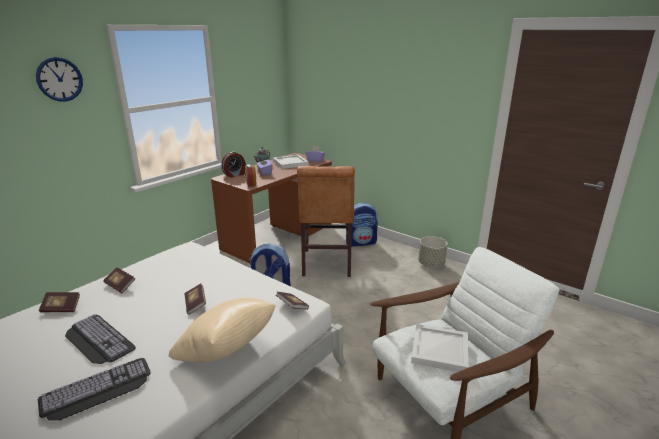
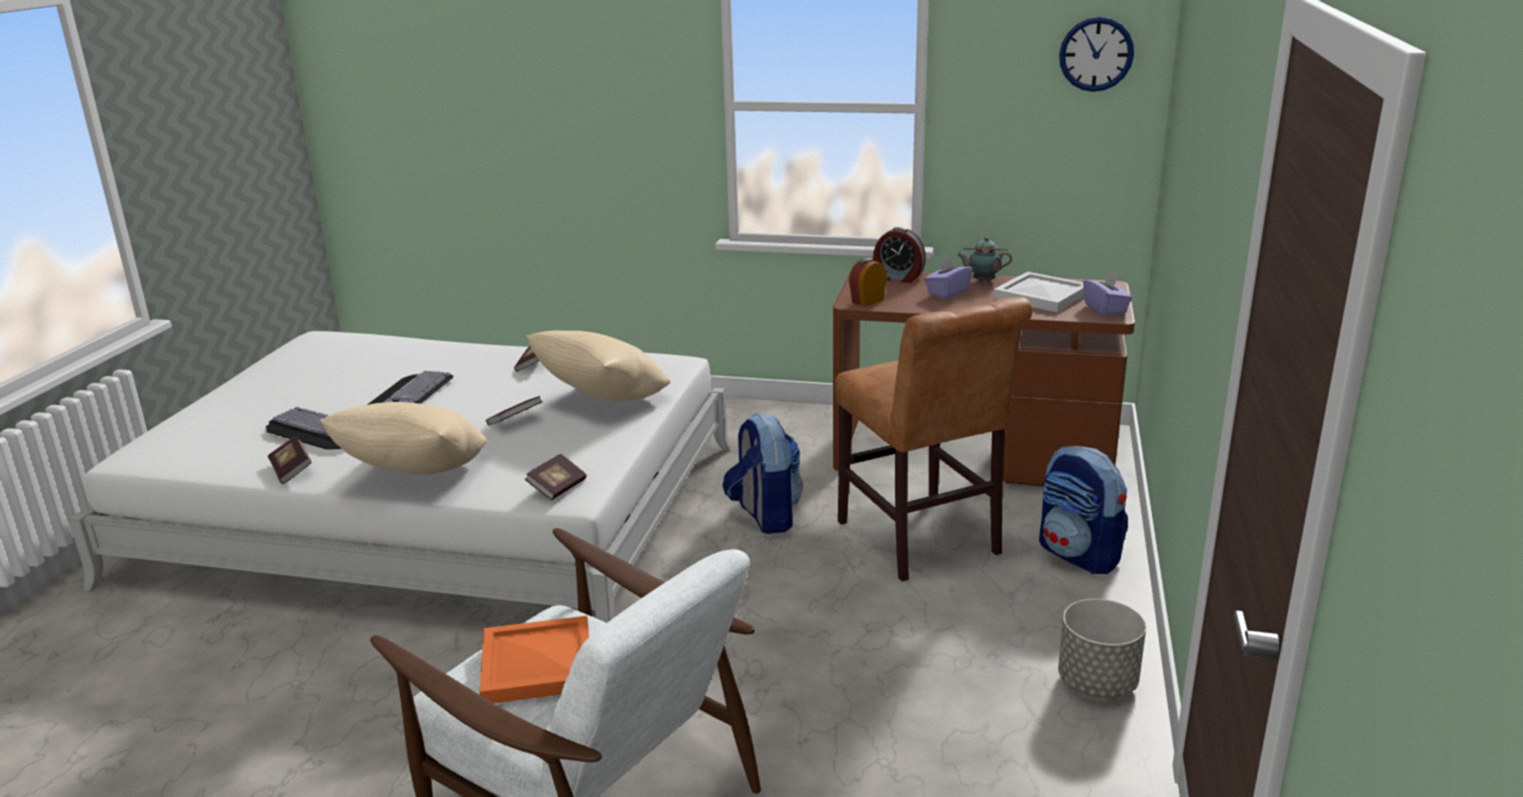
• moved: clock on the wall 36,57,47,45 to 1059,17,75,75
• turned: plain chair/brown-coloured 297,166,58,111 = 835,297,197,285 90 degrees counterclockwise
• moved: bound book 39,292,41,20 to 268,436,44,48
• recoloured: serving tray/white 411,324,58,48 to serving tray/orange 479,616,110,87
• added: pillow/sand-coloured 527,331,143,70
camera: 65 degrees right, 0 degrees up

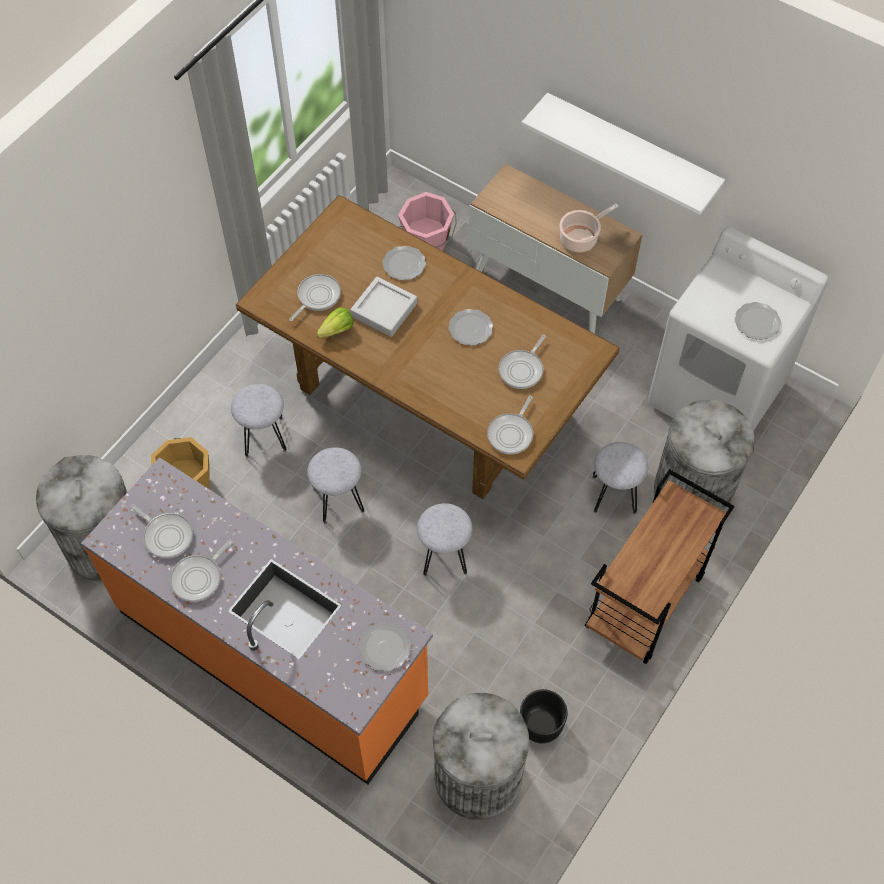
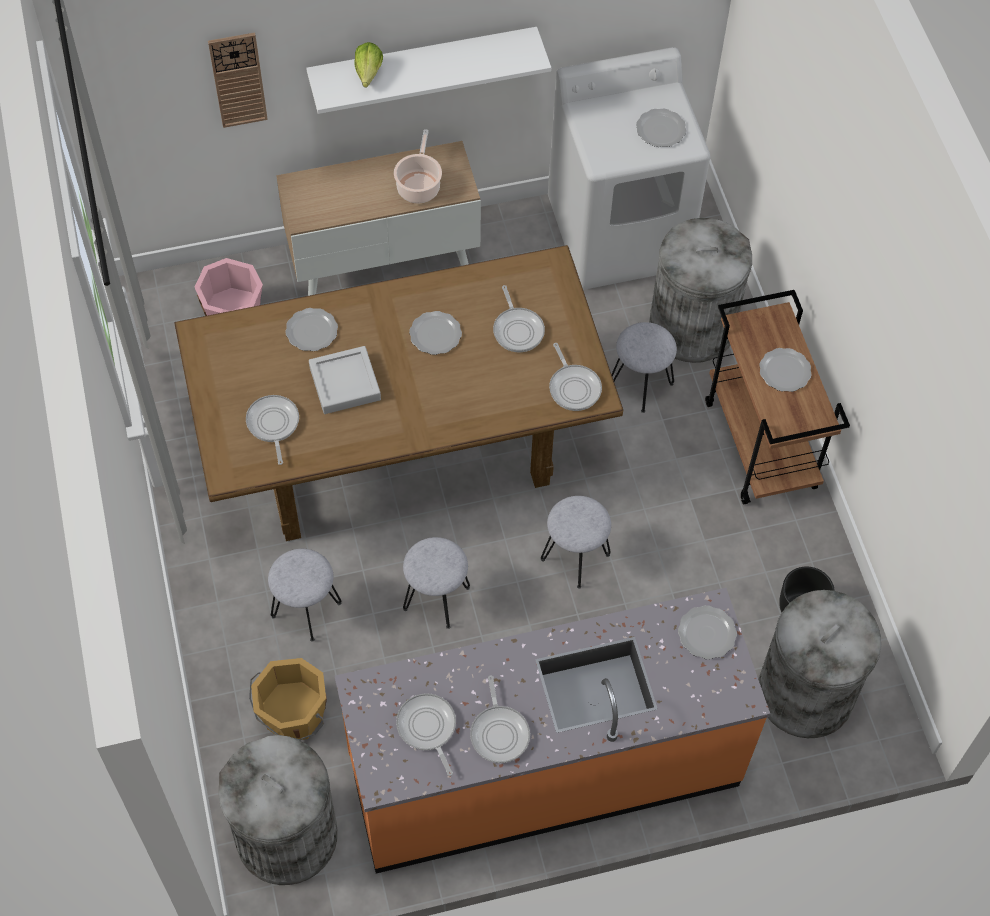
• moved: lettuce 316,307,38,31 to 355,42,28,46
• turned: frying pan 131,504,62,54 = 396,693,60,83 105 degrees counterclockwise
• added: clock on the wall 208,33,60,95
• added: flat dish 759,348,53,44
camera: 50 degrees left, 0 degrees up

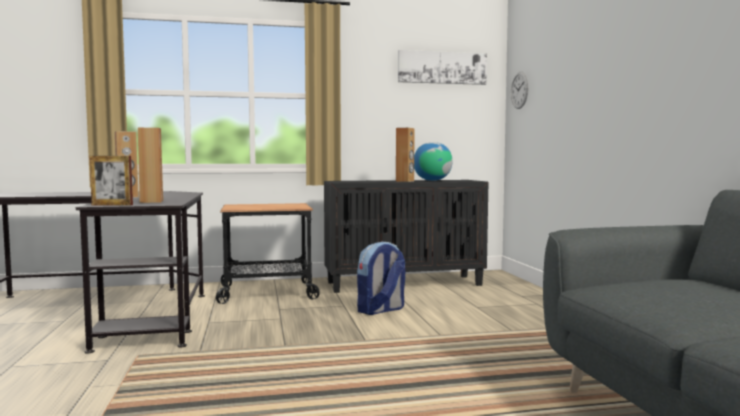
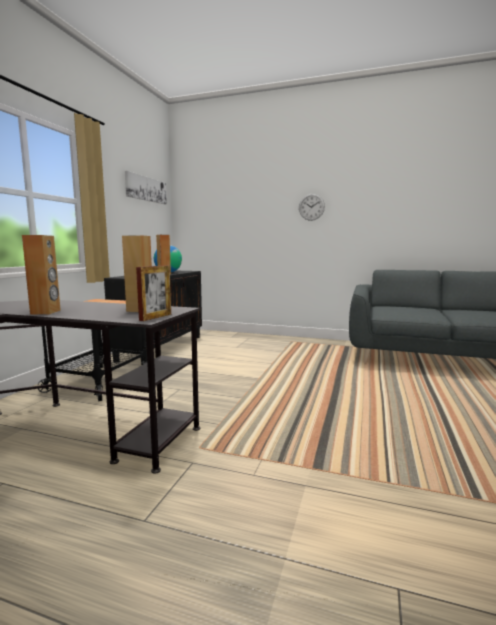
• moved: clock on the wall 511,72,18,37 to 299,194,26,27
• removed: rucksack 357,242,48,73
camera: 60 degrees left, 5 degrees up

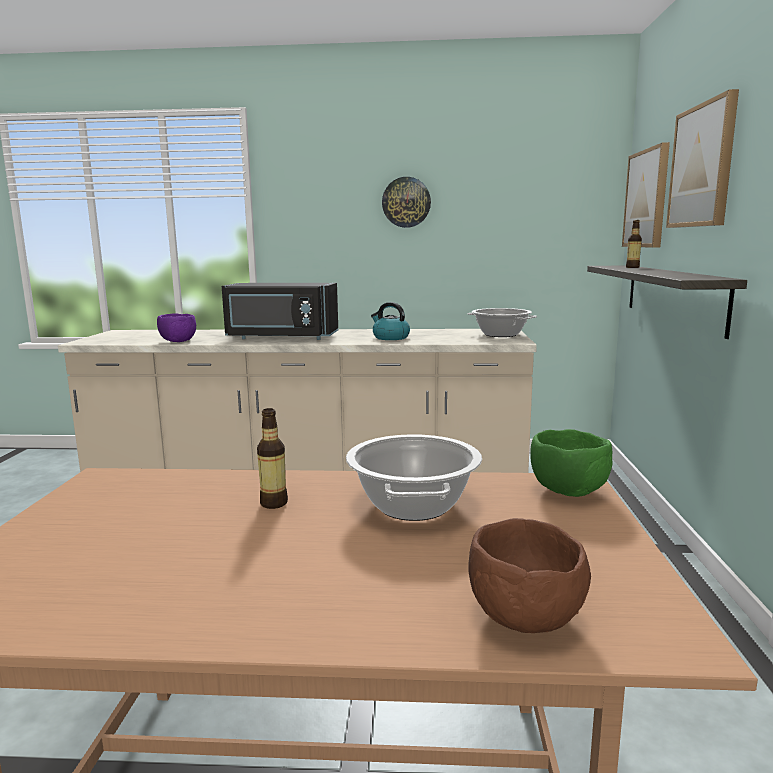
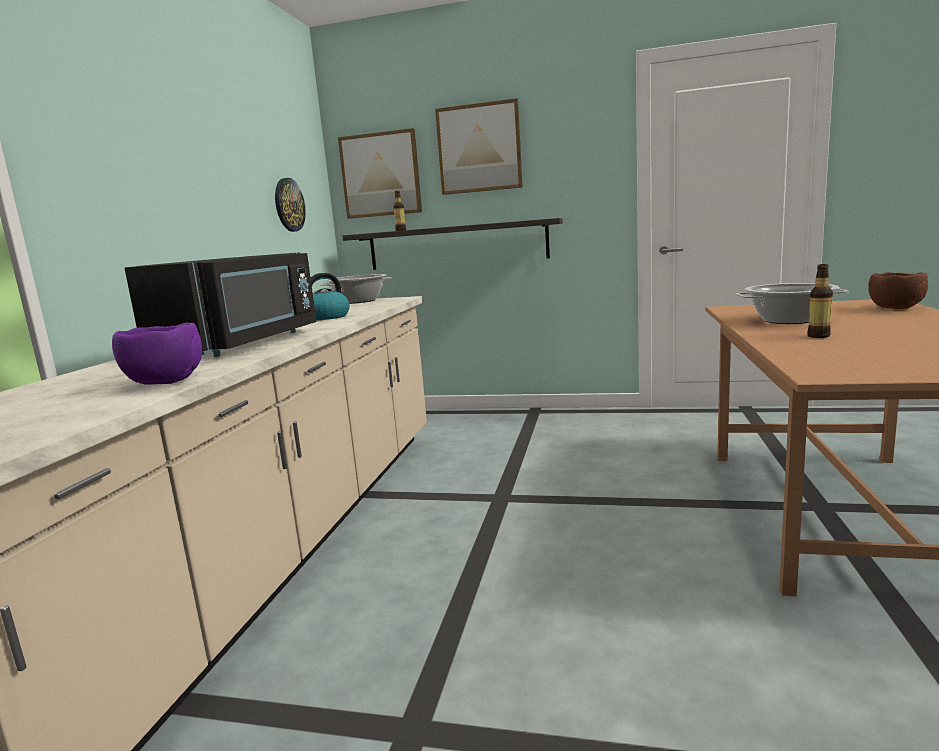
• moved: clock on the wall 382,177,49,51 to 275,178,31,54
• removed: serving bowl/green 530,429,83,68
camera: 80 degrees left, 0 degrees up

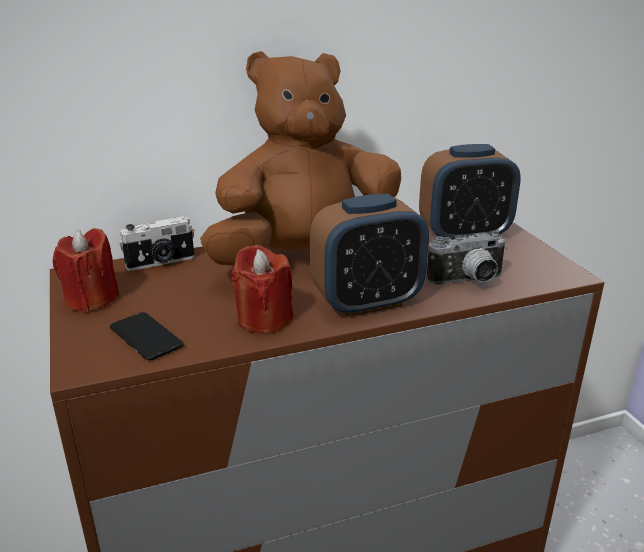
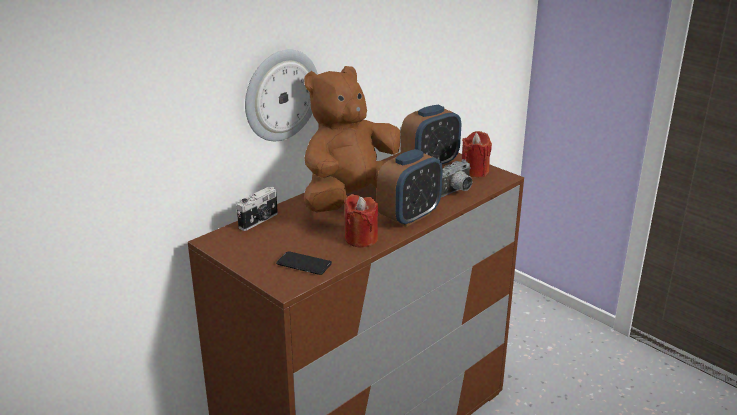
• moved: wax candle/red-coloured 53,228,66,84 to 462,131,30,46
• added: clock on the wall 245,49,73,92
camera: 25 degrees left, 0 degrees up

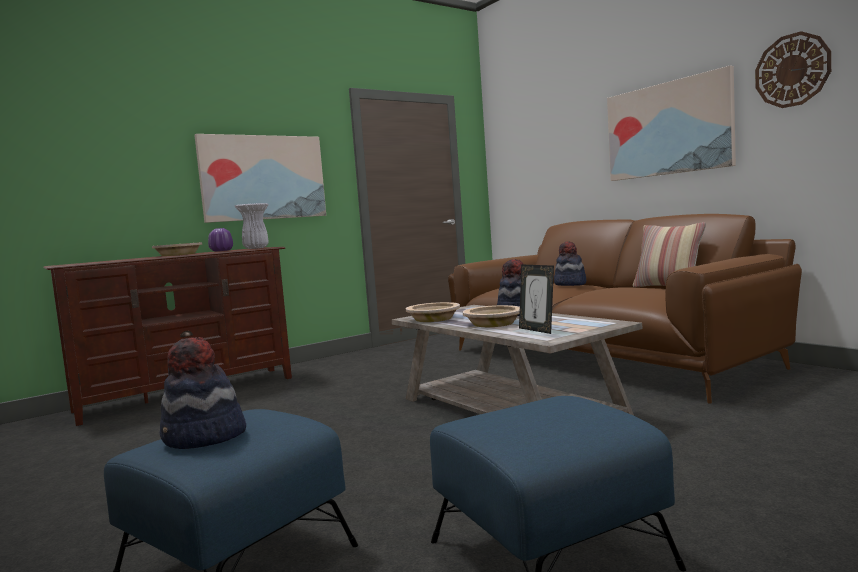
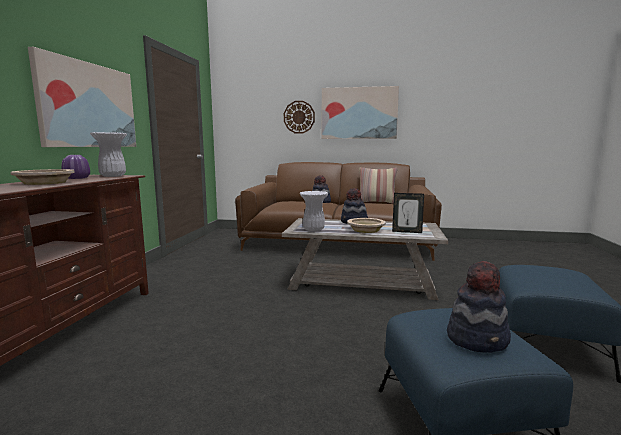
• moved: clock on the wall 755,31,76,77 to 284,101,31,33
• replaced: serving bowl/sand-coloured 406,302,54,20 to decorative vase/white 300,191,28,40
camera: 45 degrees left, 5 degrees up

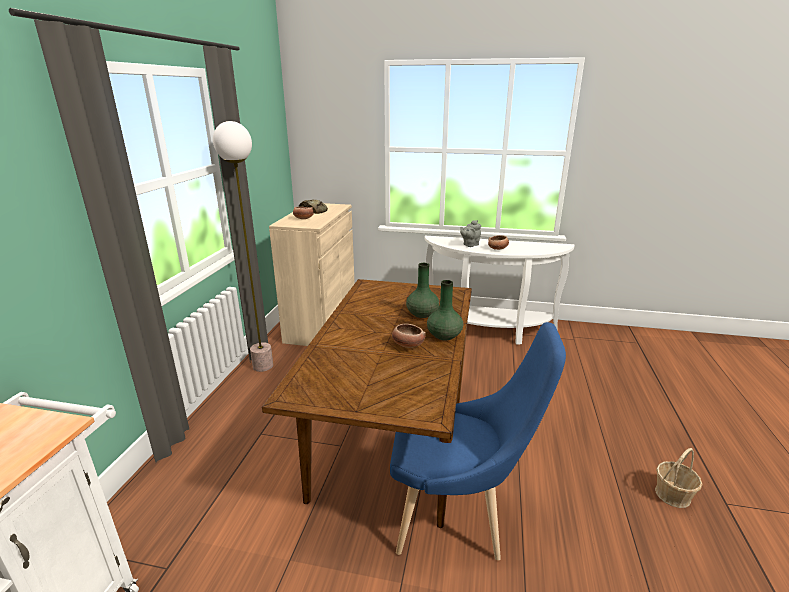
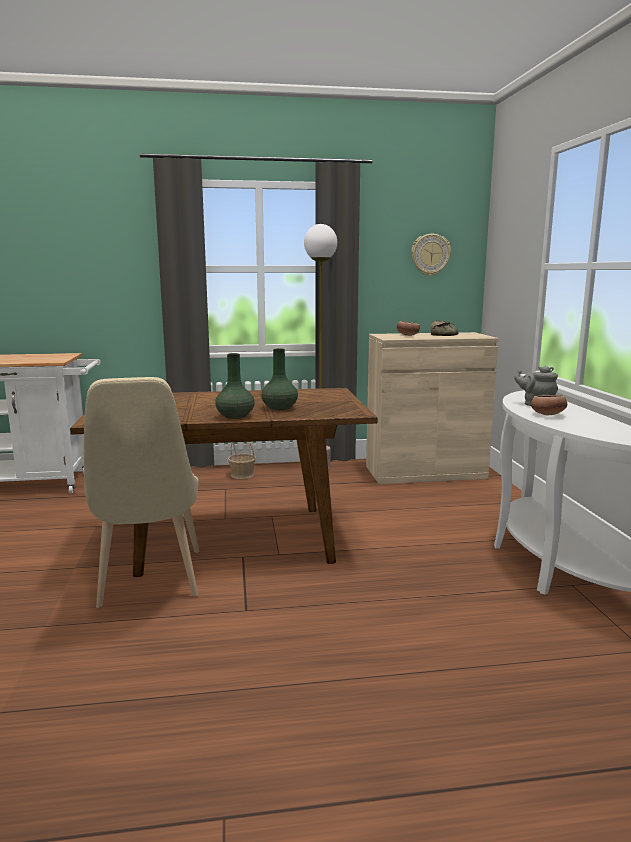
• recoloured: plain chair/blue-coloured 390,322,176,239 to plain chair/sand-coloured 84,377,115,231
• removed: serving bowl 392,324,34,24
• moved: storage basket 655,448,47,60 to 228,442,28,37
• added: clock on the wall 411,234,40,42
camera: 70 degrees right, 10 degrees down

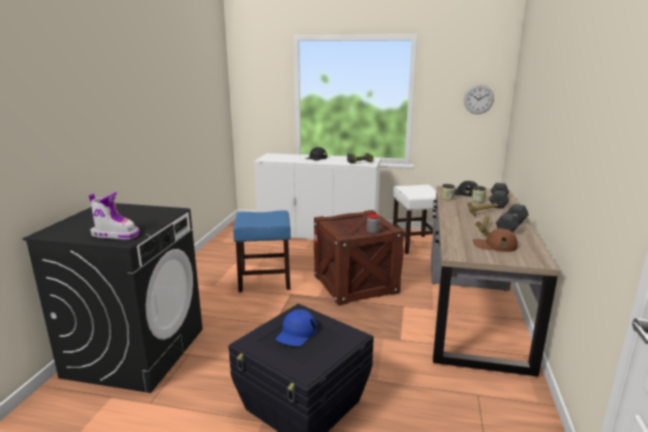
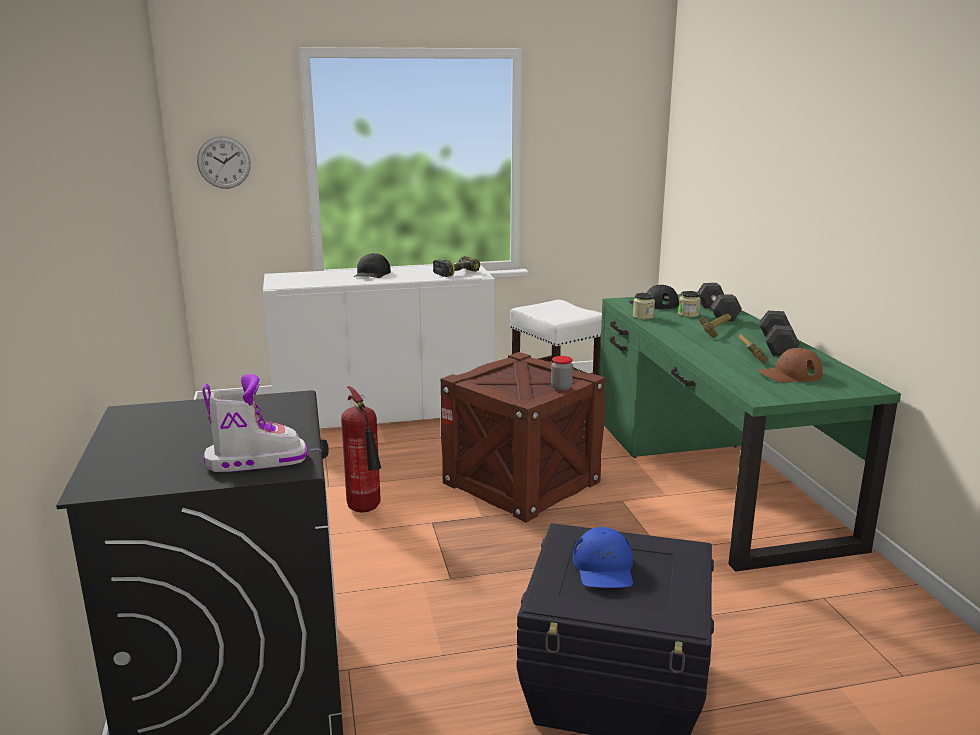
• moved: clock on the wall 464,85,30,29 to 197,136,54,53
• recoloured: desk unit/brown-coloured 431,186,129,191 to desk unit/green 599,294,302,278
• replaced: stool seat/blue-coloured 233,210,58,82 to fire-fighting cylinder 341,386,40,127
camera: 25 degrees left, 0 degrees up

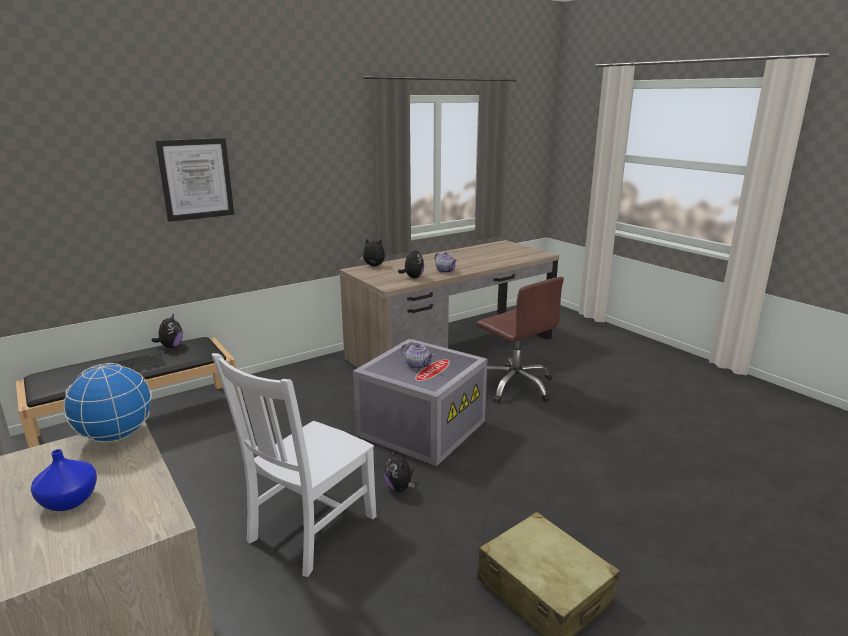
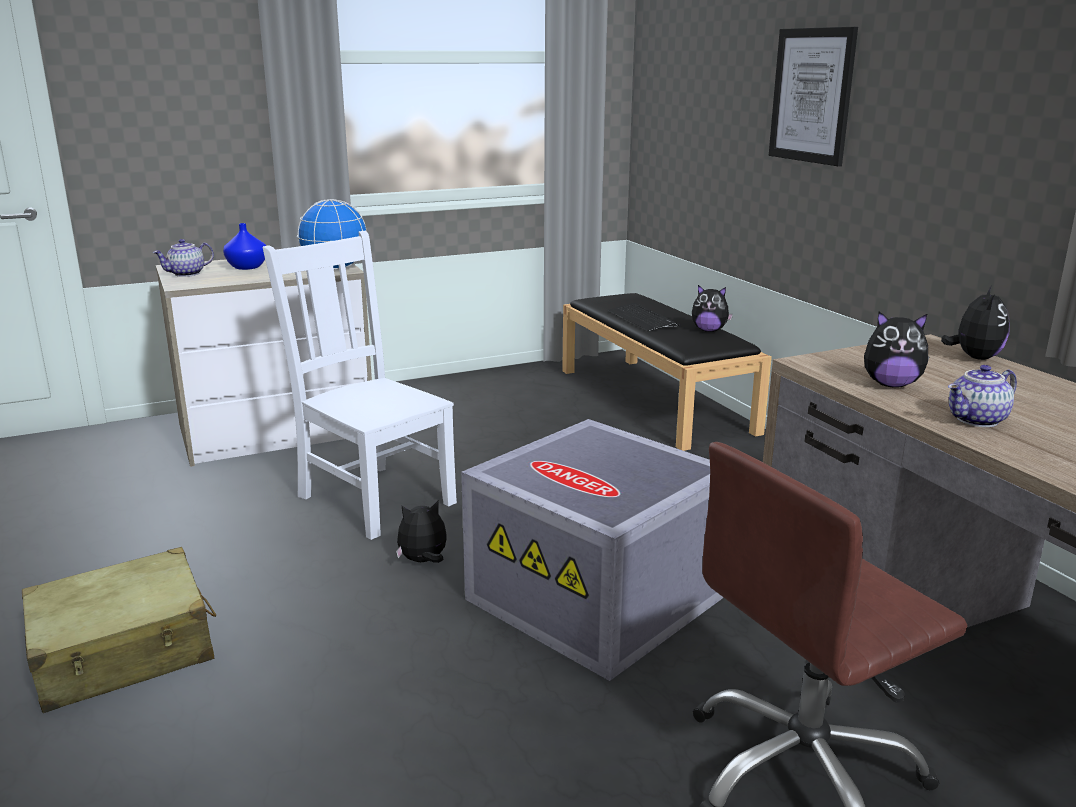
• moved: pot for tea 401,343,33,26 to 153,239,61,38
camera: 100 degrees right, 0 degrees up

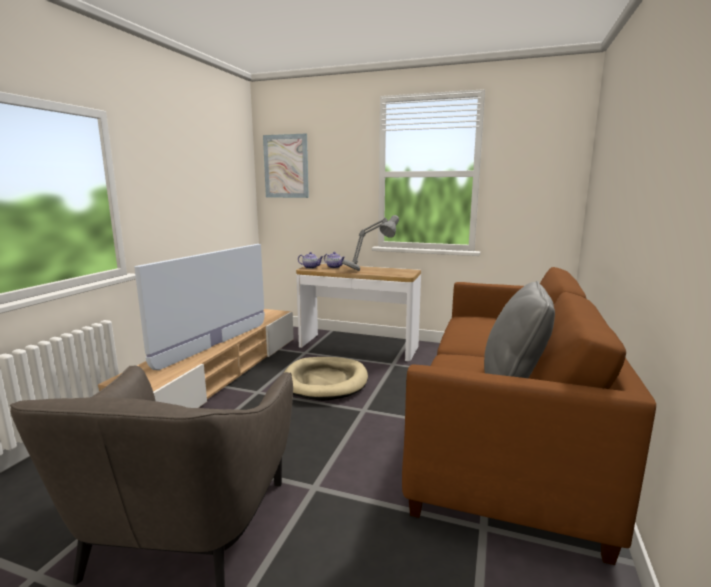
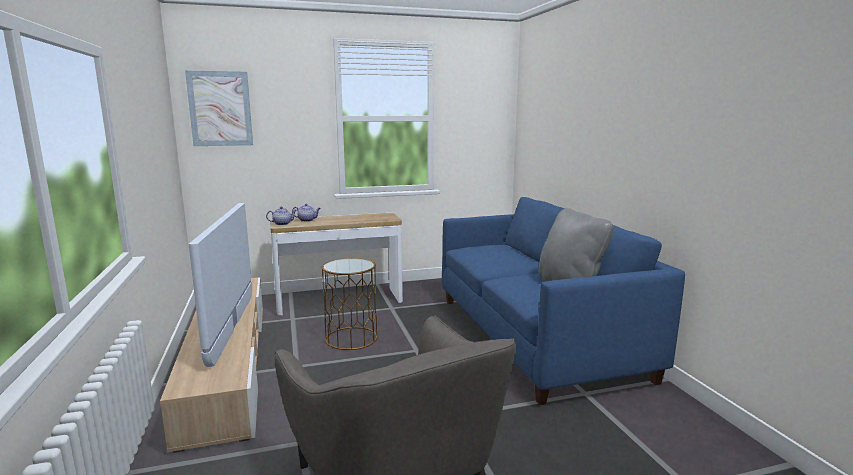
• removed: lamp for a table/grey 342,215,57,56
• recoloured: settee/brown-coloured 402,267,254,298 to settee/blue-coloured 442,197,243,208
• replaced: dog bed/sand-coloured 284,357,84,44 to accent table/brown-coloured 322,258,56,92
camera: 35 degrees left, 0 degrees up

